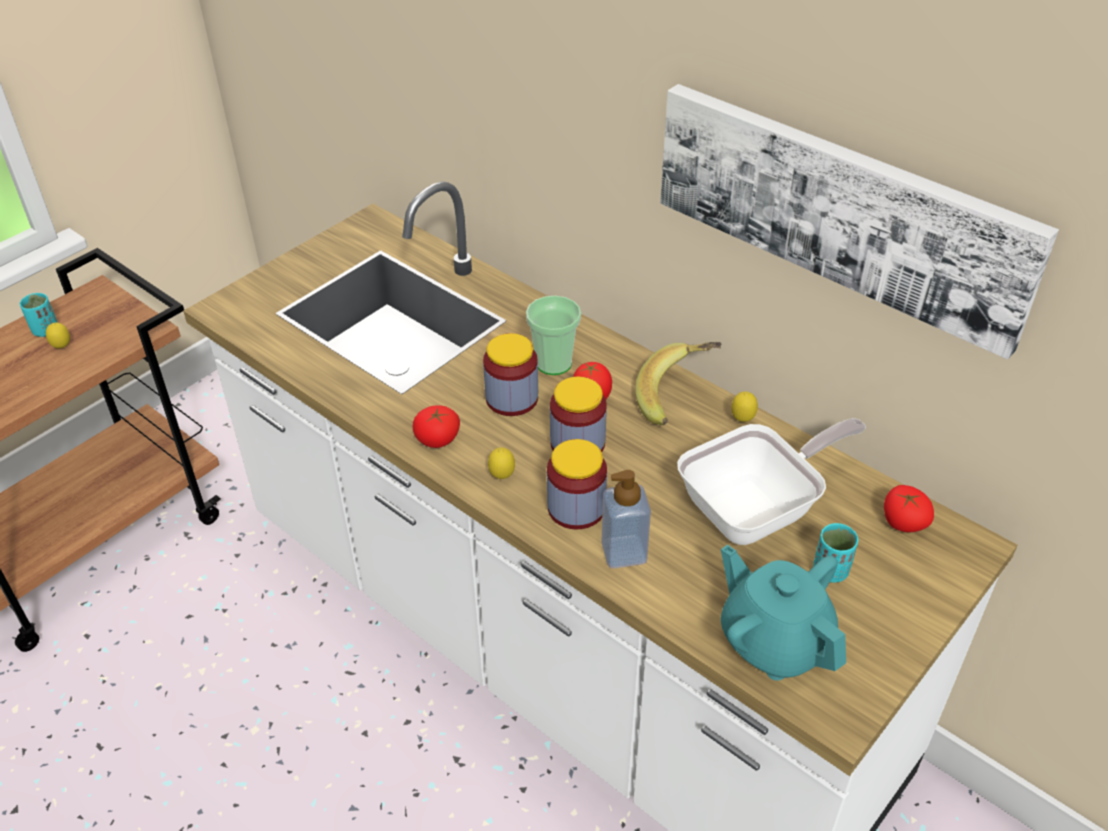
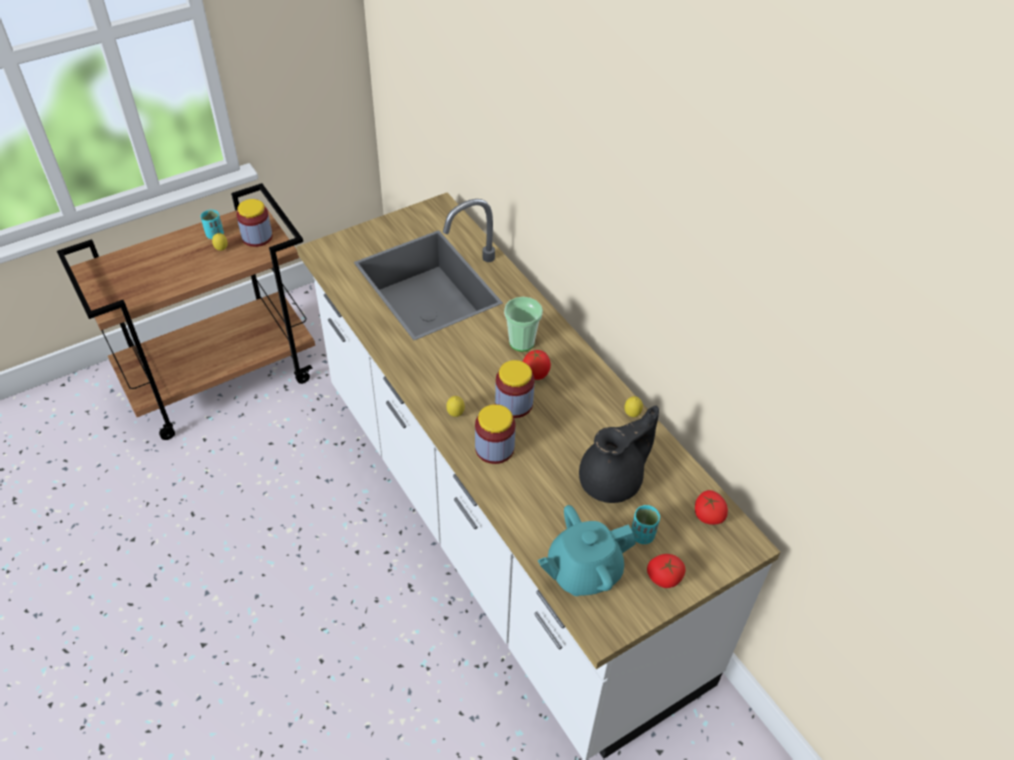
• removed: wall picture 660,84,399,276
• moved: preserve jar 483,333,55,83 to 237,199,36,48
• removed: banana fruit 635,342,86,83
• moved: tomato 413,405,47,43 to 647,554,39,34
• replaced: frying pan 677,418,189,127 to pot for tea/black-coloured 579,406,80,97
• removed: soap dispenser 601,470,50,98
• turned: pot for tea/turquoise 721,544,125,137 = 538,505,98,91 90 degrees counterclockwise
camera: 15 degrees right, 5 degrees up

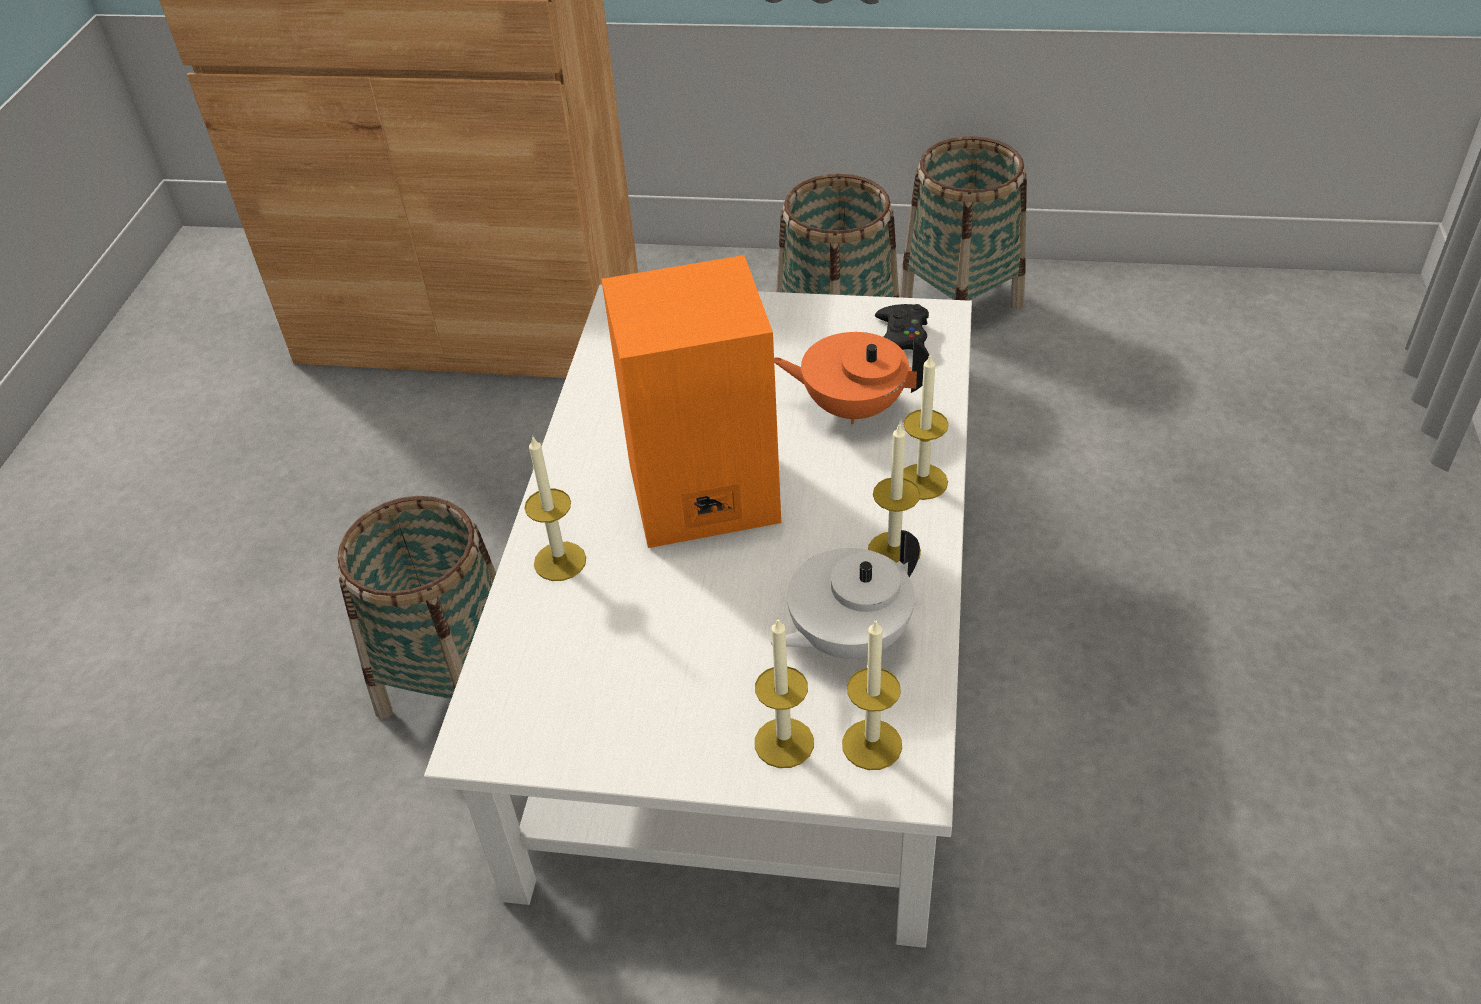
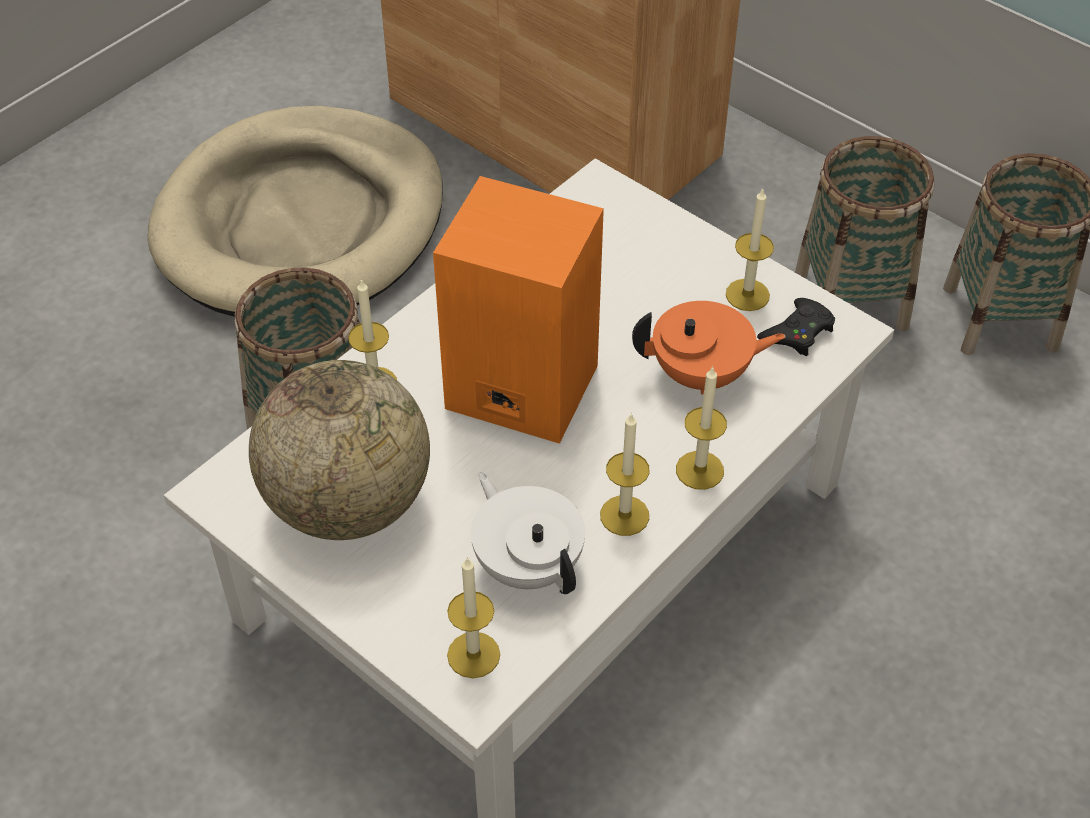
• turned: pot for tea/orange 774,332,155,92 = 632,301,154,94 135 degrees clockwise
• turned: pot for tea/white 771,530,149,129 = 471,472,114,122 60 degrees clockwise
• moved: wax candle 755,619,59,149 to 726,189,48,122
• added: dog bed/sand-coloured 148,106,295,211
• added: world globe 249,360,181,180
camera: 30 degrees right, 5 degrees up

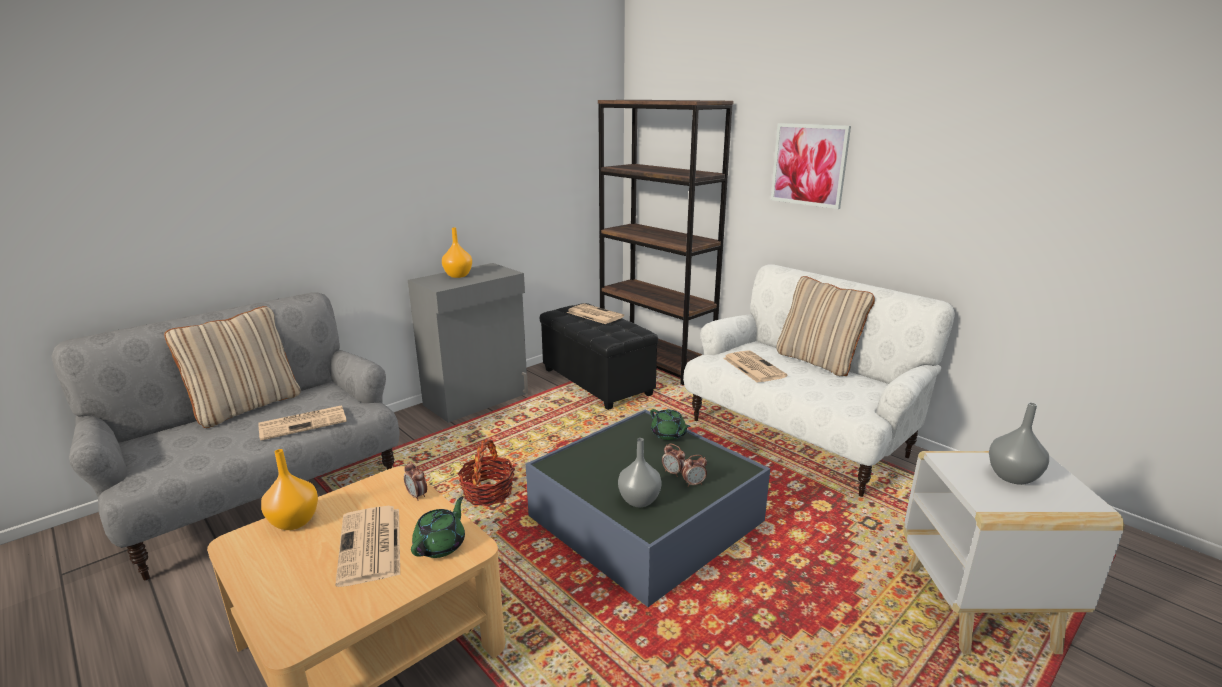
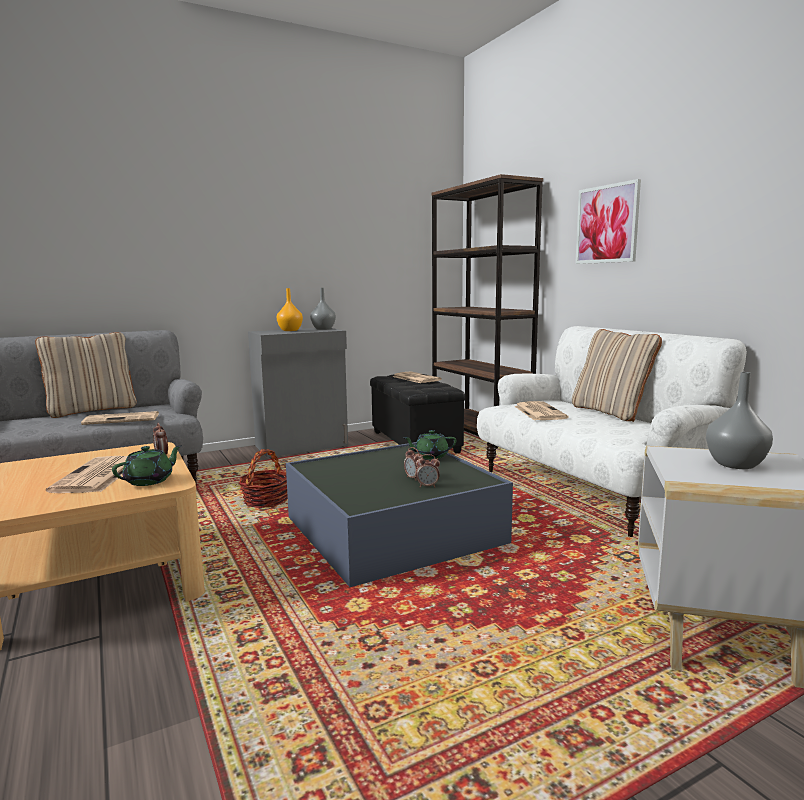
• turned: pot for tea/green 650,409,41,31 = 403,430,54,29 105 degrees clockwise
• moved: decorative vase/grey 618,438,44,69 to 310,288,26,42
• removed: decorative vase/orange 261,449,57,81
camera: 15 degrees right, 10 degrees down

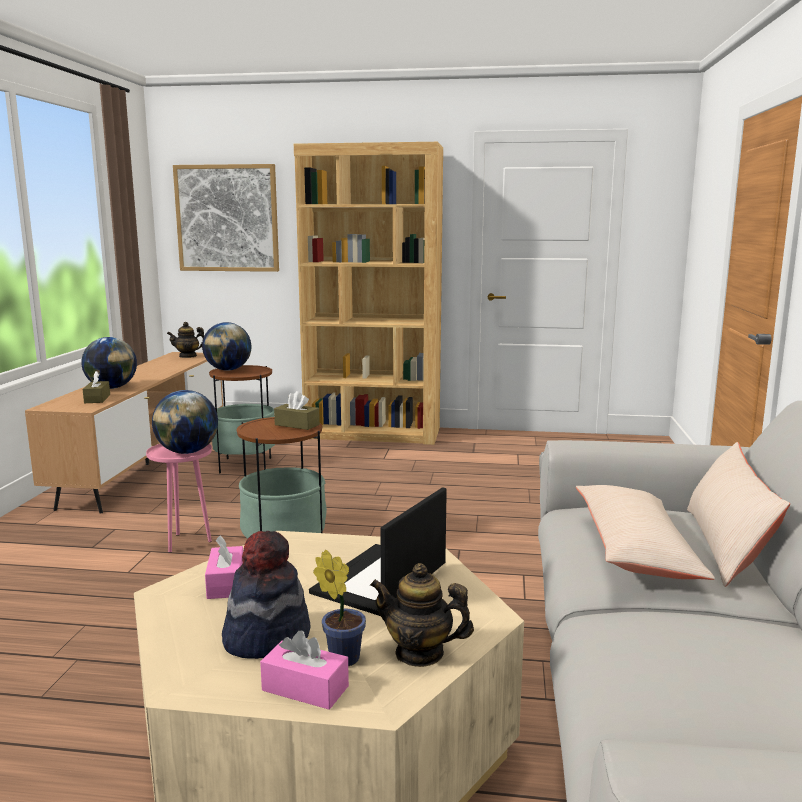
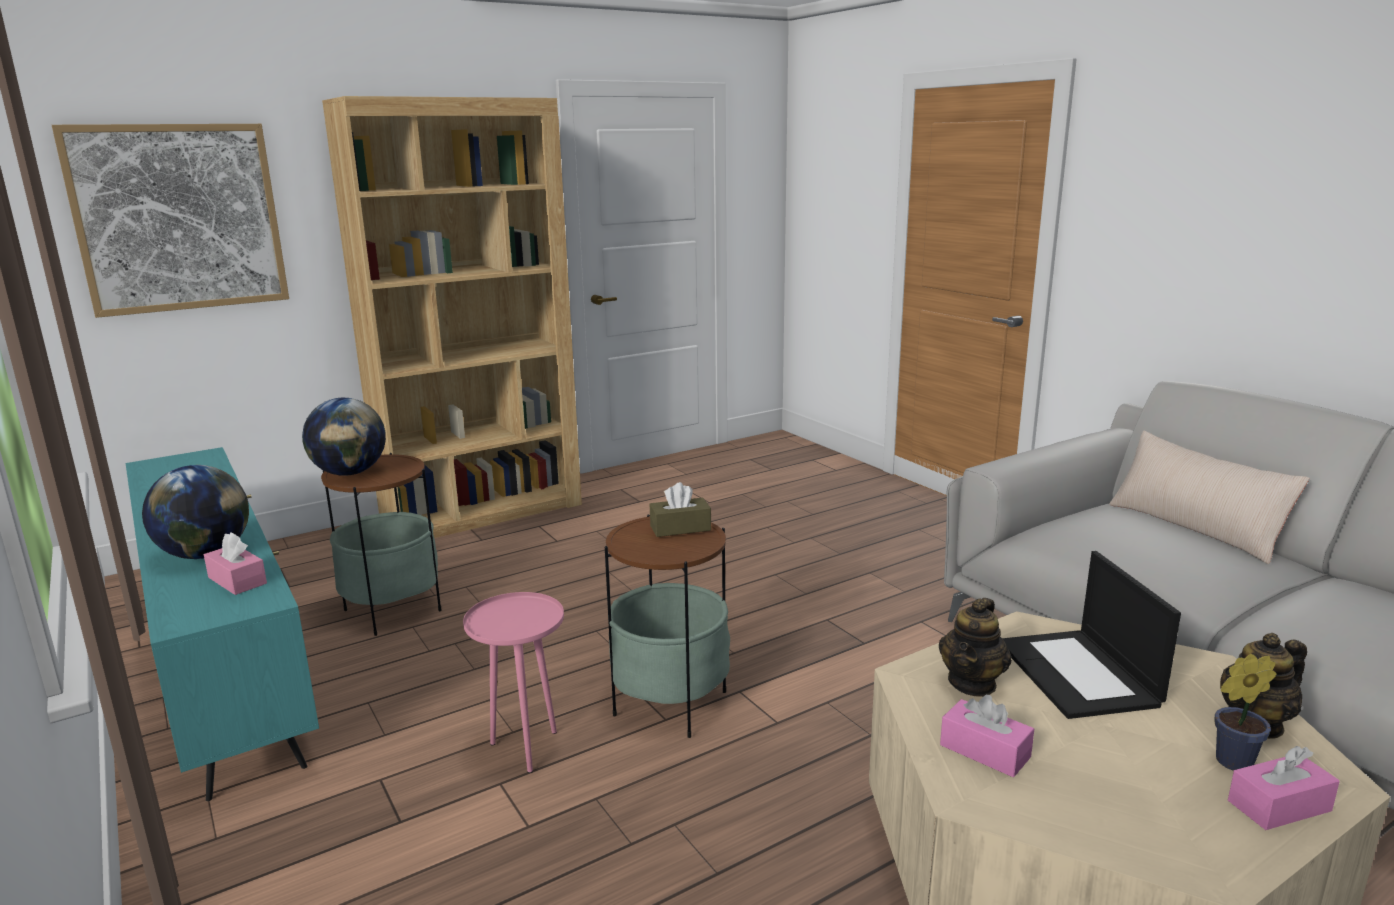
• moved: pot for tea 167,322,37,36 to 939,598,73,99
• recoloured: tv unit/brown-coloured 25,352,198,162 to tv unit/turquoise 125,447,194,354
• recoloured: box of tissues/brown-coloured 83,371,27,32 to box of tissues/pink 204,532,63,63
• removed: world globe 152,390,66,64
• removed: pillow/sand-coloured 576,485,139,95
• removed: hat 222,531,88,128
camera: 40 degrees left, 5 degrees up

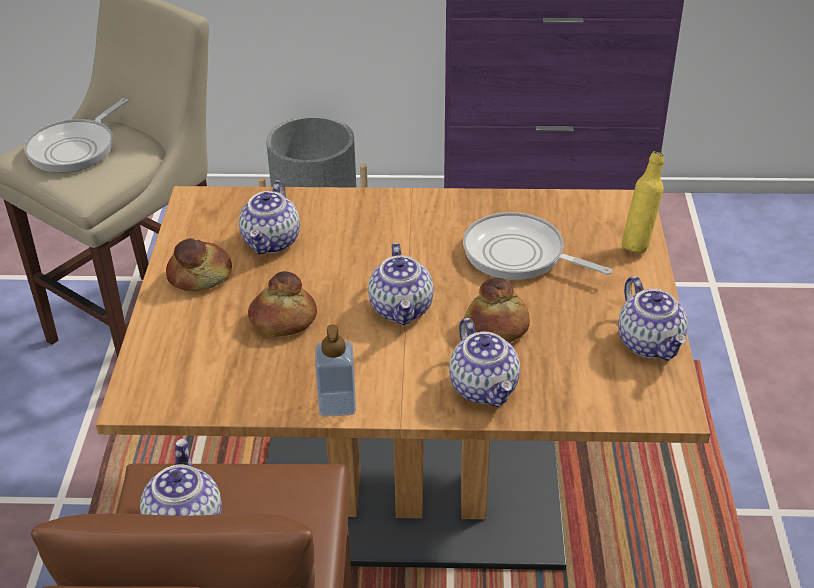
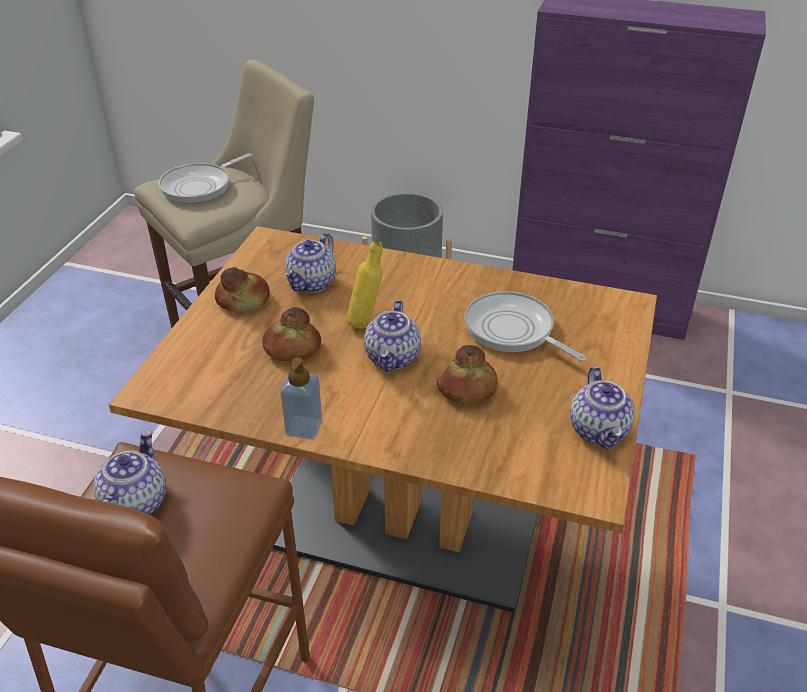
• moved: bottle/yellow 622,151,42,102 to 346,240,37,89
• removed: pot for tea 449,318,71,89
camera: 15 degrees right, 0 degrees up

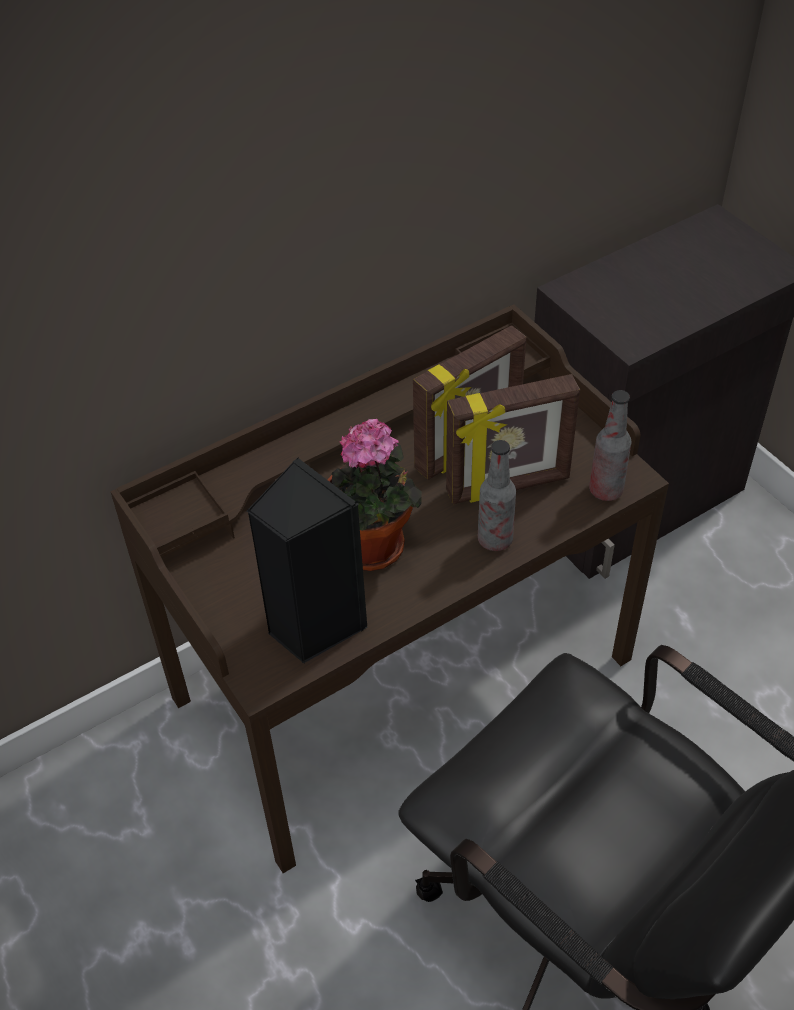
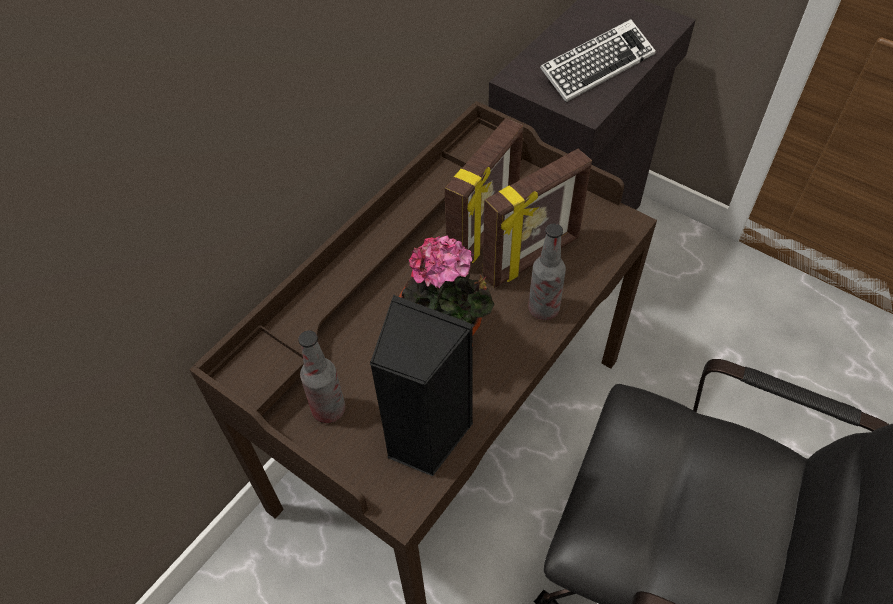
• moved: bottle 589,390,43,111 to 298,330,47,93
• added: keyboard 540,19,116,83
camera: 20 degrees left, 5 degrees up

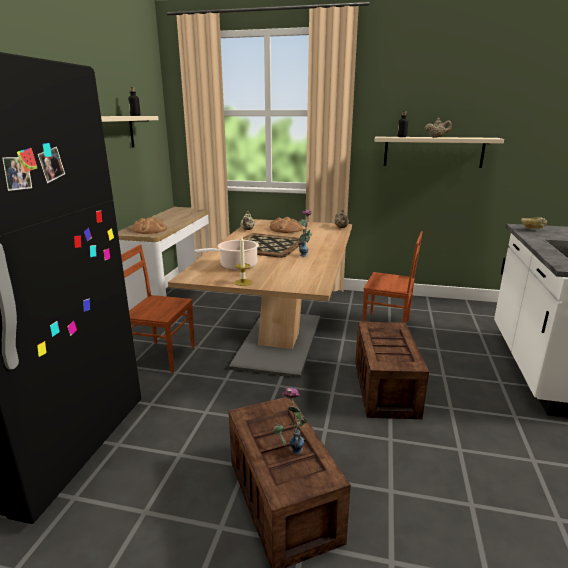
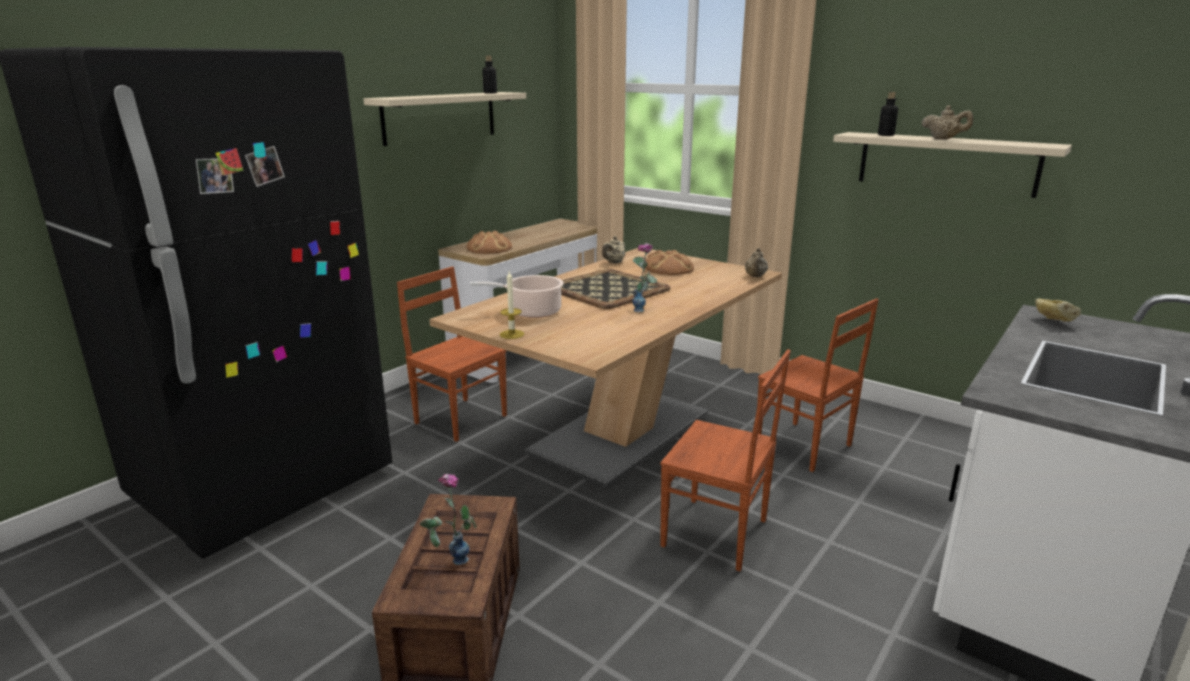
• replaced: crate 355,322,74,97 to plain chair/brown-coloured 660,349,131,222
camera: 25 degrees right, 0 degrees up

